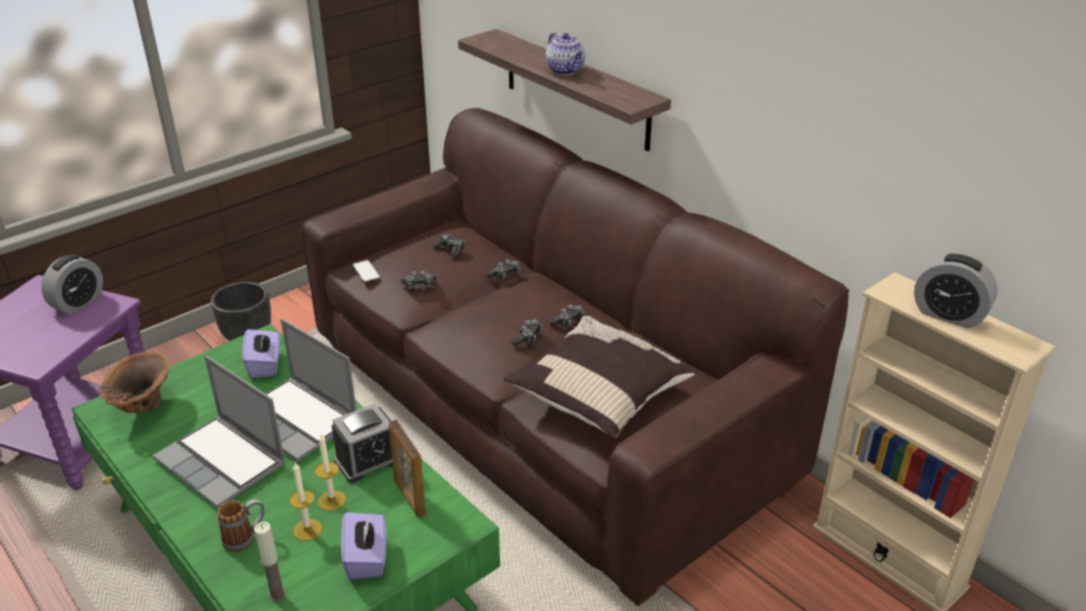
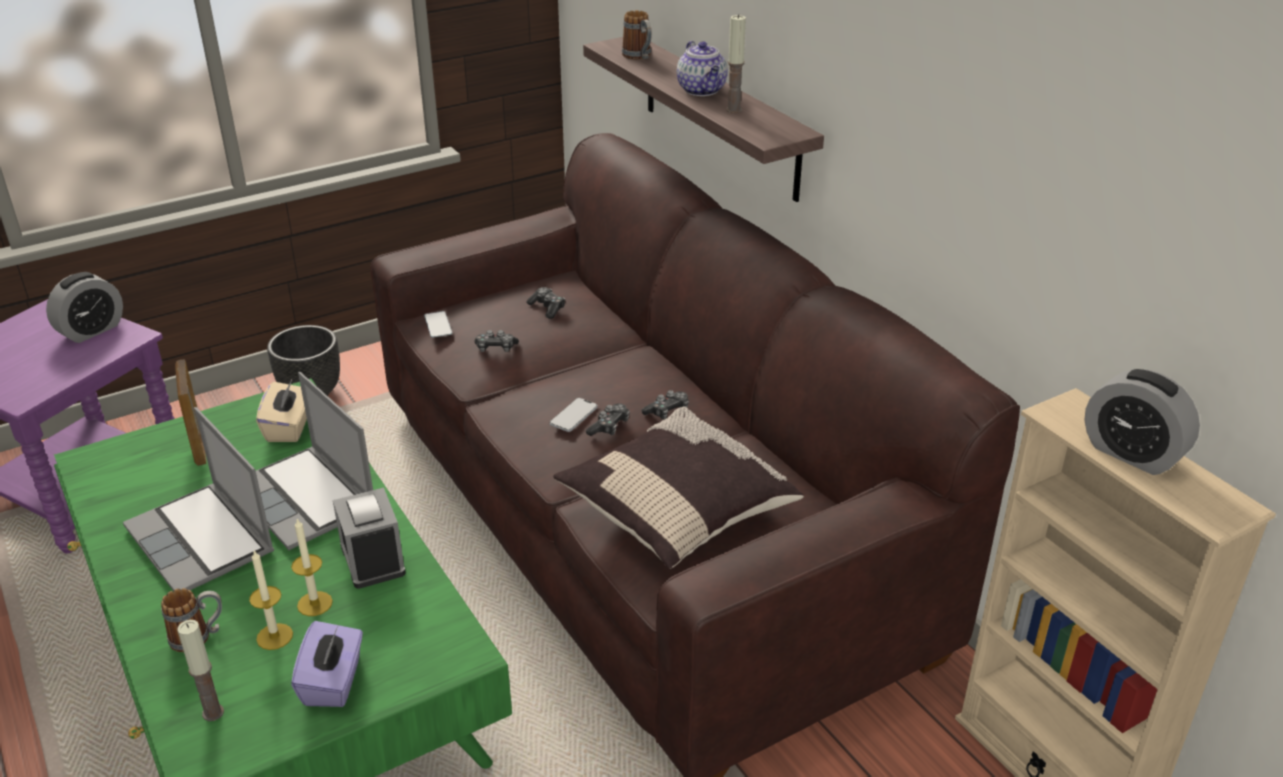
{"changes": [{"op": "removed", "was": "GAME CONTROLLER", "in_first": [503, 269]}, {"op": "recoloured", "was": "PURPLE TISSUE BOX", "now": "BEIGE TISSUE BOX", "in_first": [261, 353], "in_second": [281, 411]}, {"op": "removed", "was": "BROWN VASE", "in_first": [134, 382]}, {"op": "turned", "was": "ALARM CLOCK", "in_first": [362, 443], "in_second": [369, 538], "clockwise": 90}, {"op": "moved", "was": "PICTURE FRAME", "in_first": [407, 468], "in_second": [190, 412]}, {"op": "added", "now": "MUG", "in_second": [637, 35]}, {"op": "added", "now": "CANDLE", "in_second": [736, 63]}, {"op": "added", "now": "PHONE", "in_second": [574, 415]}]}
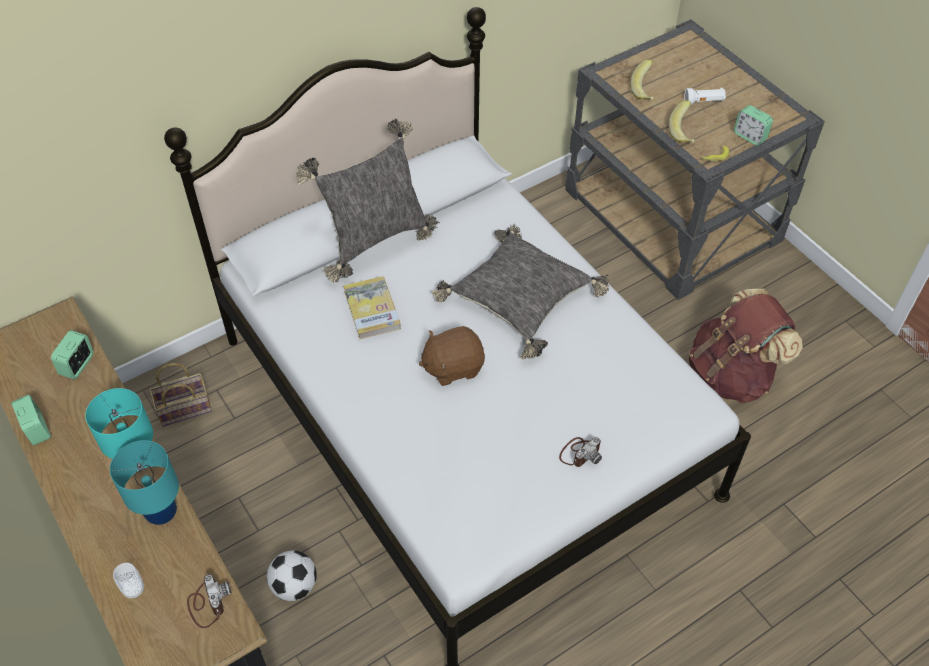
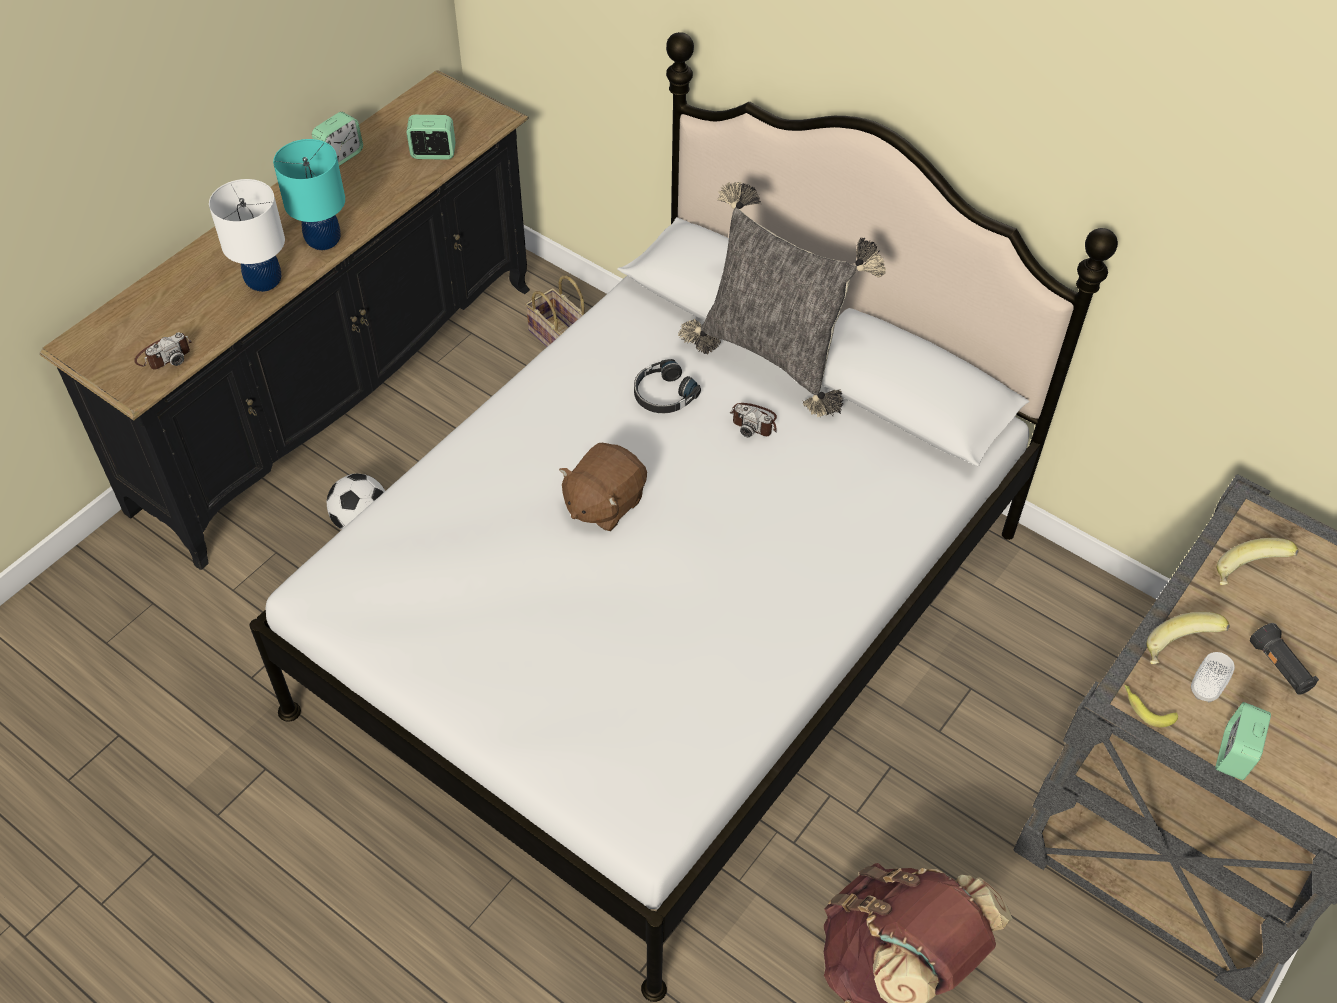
{"changes": [{"op": "recoloured", "was": "WHITE FLASHLIGHT", "now": "BLACK FLASHLIGHT", "in_first": [705, 96], "in_second": [1284, 659]}, {"op": "removed", "was": "PILLOW", "in_first": [521, 291]}, {"op": "replaced", "was": "BOOK", "now": "BLACK HEADPHONES", "in_first": [372, 307], "in_second": [667, 386]}, {"op": "turned", "was": "BROWN PLUSH TOY", "in_first": [452, 356], "in_second": [603, 487], "clockwise": -105}, {"op": "moved", "was": "PHOTO CAMERA", "in_first": [580, 452], "in_second": [753, 420]}, {"op": "recoloured", "was": "TURQUOISE TABLE LAMP", "now": "WHITE TABLE LAMP", "in_first": [144, 482], "in_second": [247, 235]}, {"op": "moved", "was": "CUP", "in_first": [128, 580], "in_second": [1213, 677]}]}
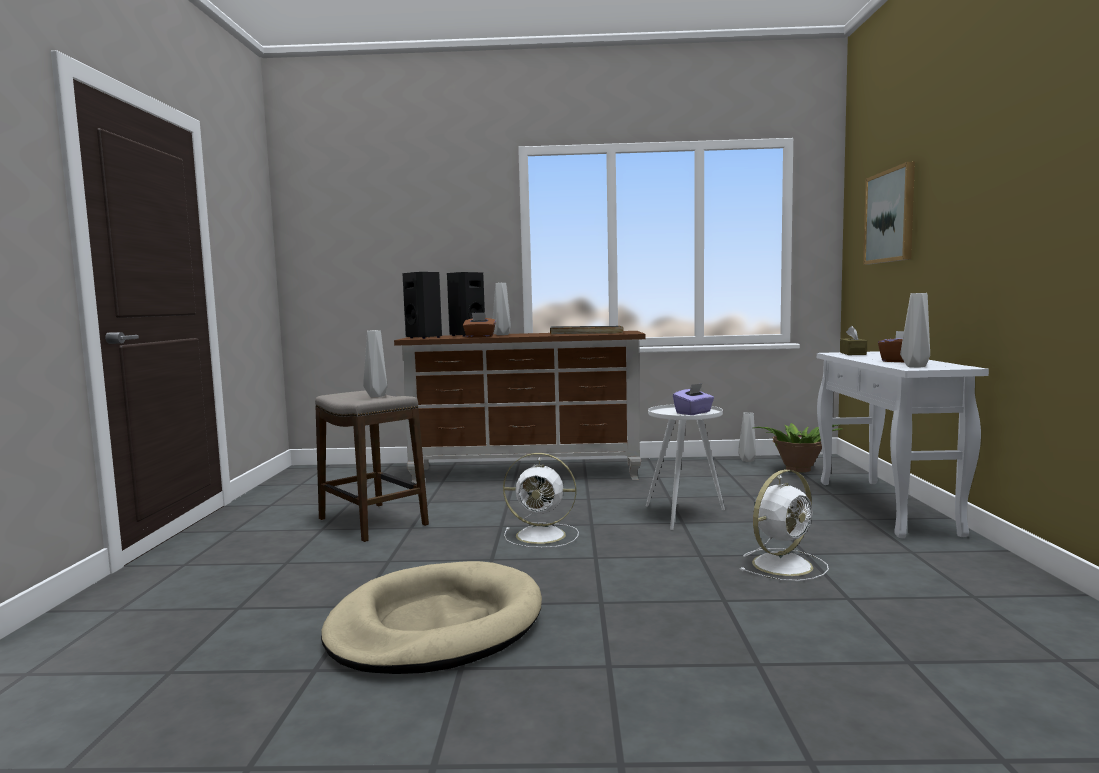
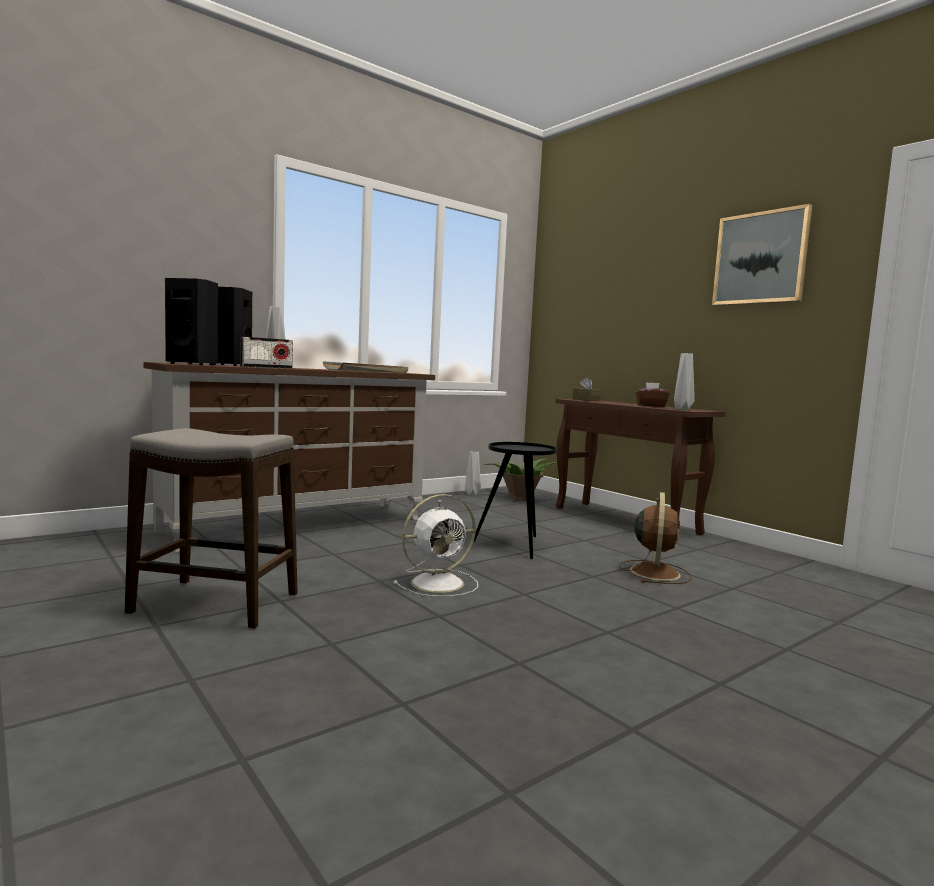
{"changes": [{"op": "moved", "was": "PICTURE", "in_first": [889, 213], "in_second": [762, 255]}, {"op": "replaced", "was": "BROWN TISSUE BOX", "now": "RADIO", "in_first": [479, 324], "in_second": [266, 353]}, {"op": "removed", "was": "GREY VASE", "in_first": [375, 363]}, {"op": "recoloured", "was": "WHITE CONSOLE TABLE", "now": "BROWN CONSOLE TABLE", "in_first": [903, 444], "in_second": [641, 468]}, {"op": "removed", "was": "PURPLE TISSUE BOX", "in_first": [693, 399]}, {"op": "recoloured", "was": "WHITE SIDE TABLE", "now": "BLACK SIDE TABLE", "in_first": [685, 467], "in_second": [515, 500]}, {"op": "recoloured", "was": "WHITE FAN", "now": "BROWN FAN", "in_first": [784, 525], "in_second": [655, 538]}, {"op": "removed", "was": "BEIGE DOG BED", "in_first": [431, 617]}]}
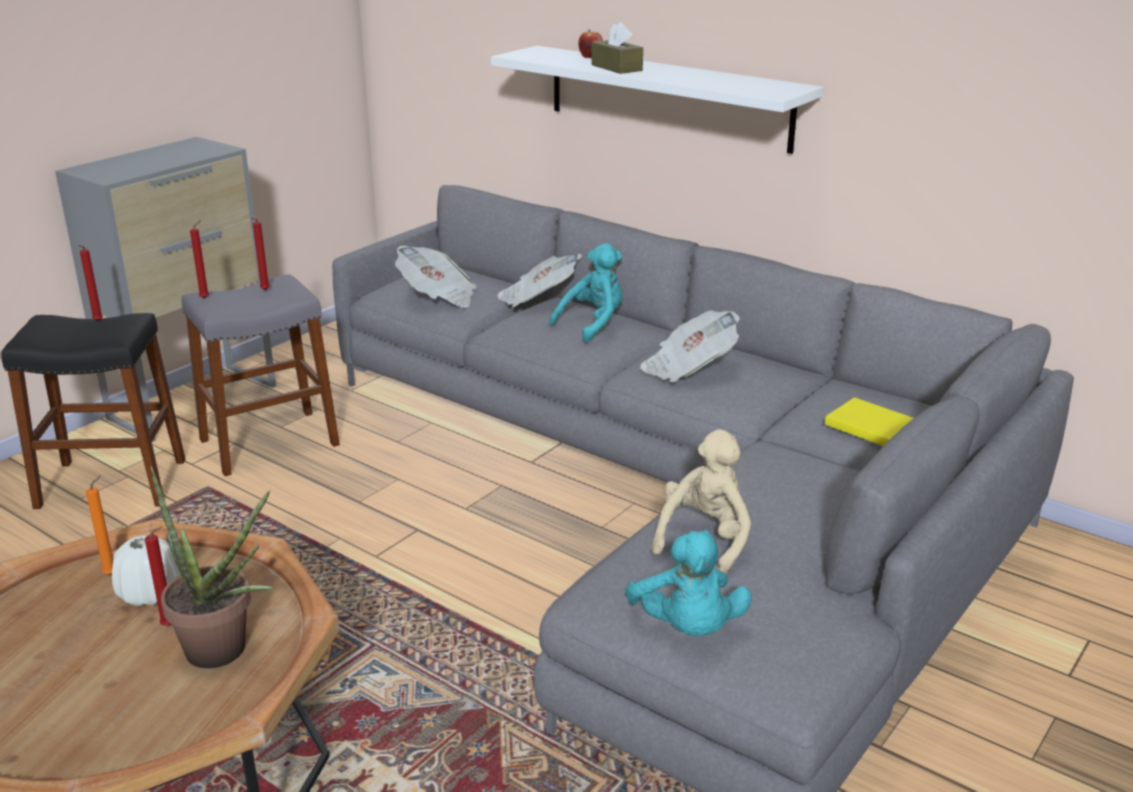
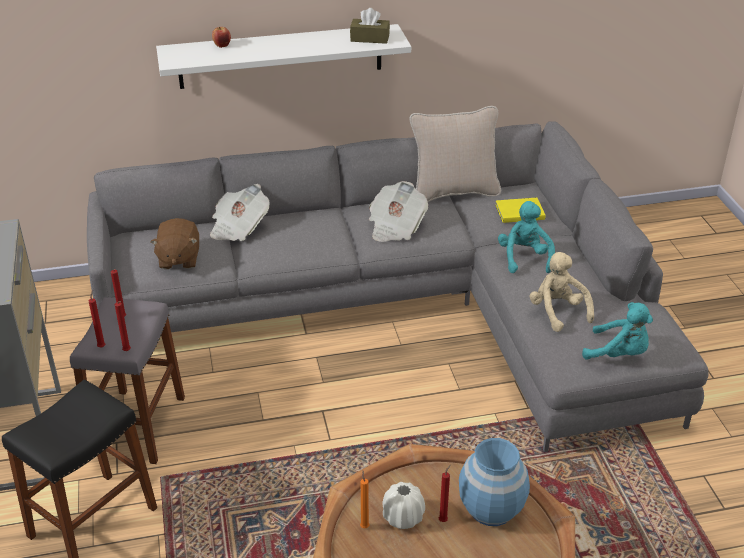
{"changes": [{"op": "moved", "was": "BROWN TISSUE BOX", "in_first": [617, 48], "in_second": [370, 26]}, {"op": "moved", "was": "TURQUOISE PLUSH TOY", "in_first": [586, 292], "in_second": [526, 237]}, {"op": "moved", "was": "RED CANDLE", "in_first": [90, 283], "in_second": [123, 326]}, {"op": "replaced", "was": "NEWSPAPER", "now": "BROWN PLUSH TOY", "in_first": [435, 276], "in_second": [174, 243]}, {"op": "replaced", "was": "POTTED PLANT", "now": "BLUE VASE", "in_first": [211, 567], "in_second": [494, 482]}, {"op": "added", "now": "BEIGE PILLOW", "in_second": [455, 154]}]}
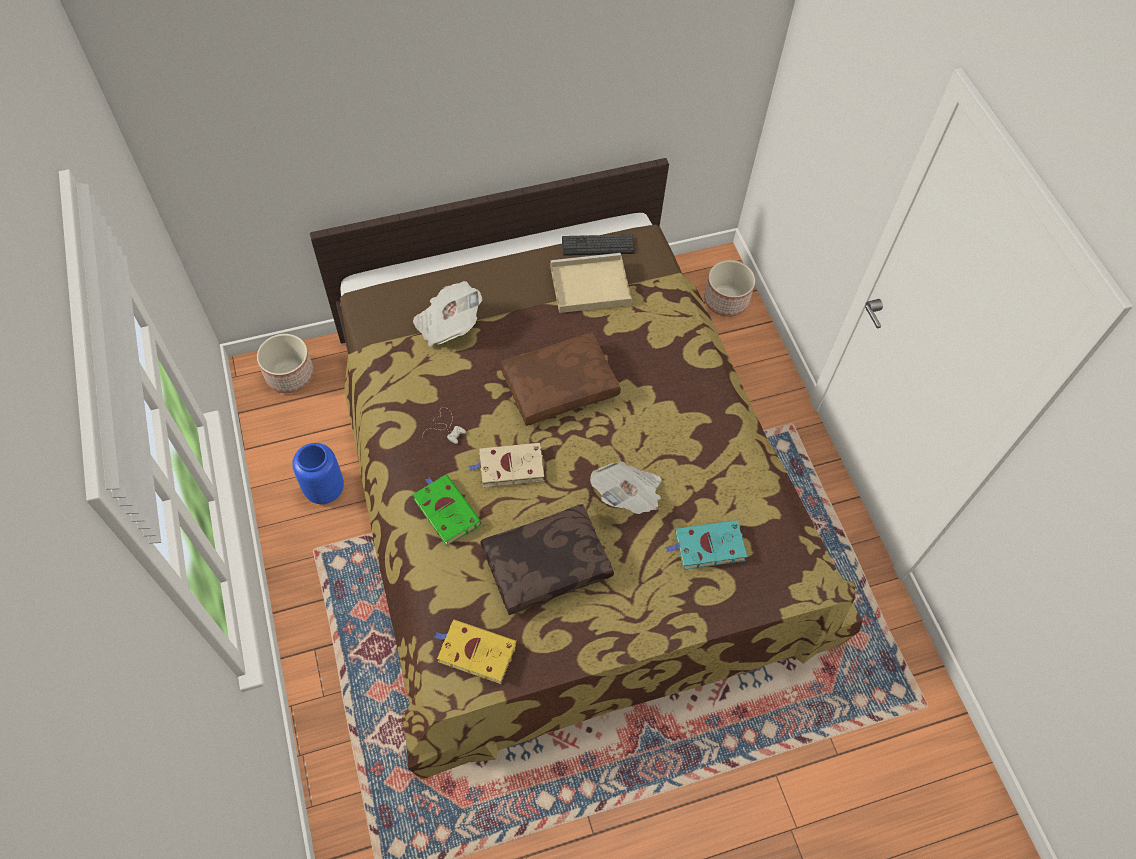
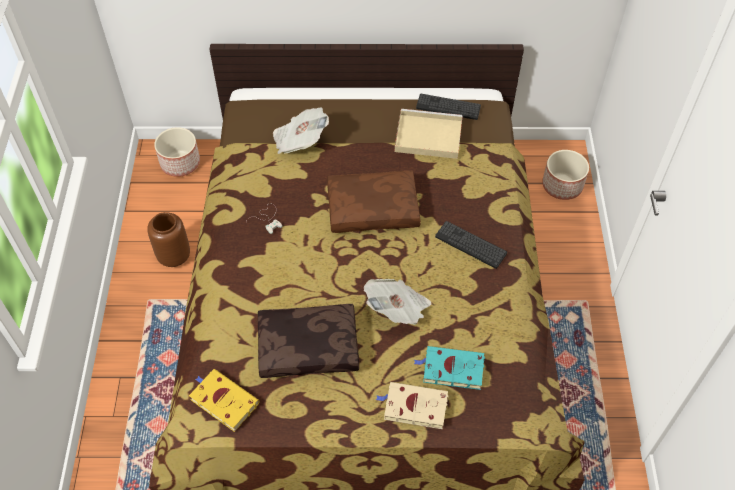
{"changes": [{"op": "recoloured", "was": "BLUE VASE", "now": "BROWN VASE", "in_first": [318, 473], "in_second": [168, 239]}, {"op": "moved", "was": "BEIGE BOOK", "in_first": [506, 465], "in_second": [412, 405]}, {"op": "removed", "was": "GREEN BOOK", "in_first": [447, 510]}, {"op": "added", "now": "KEYBOARD", "in_second": [471, 245]}]}
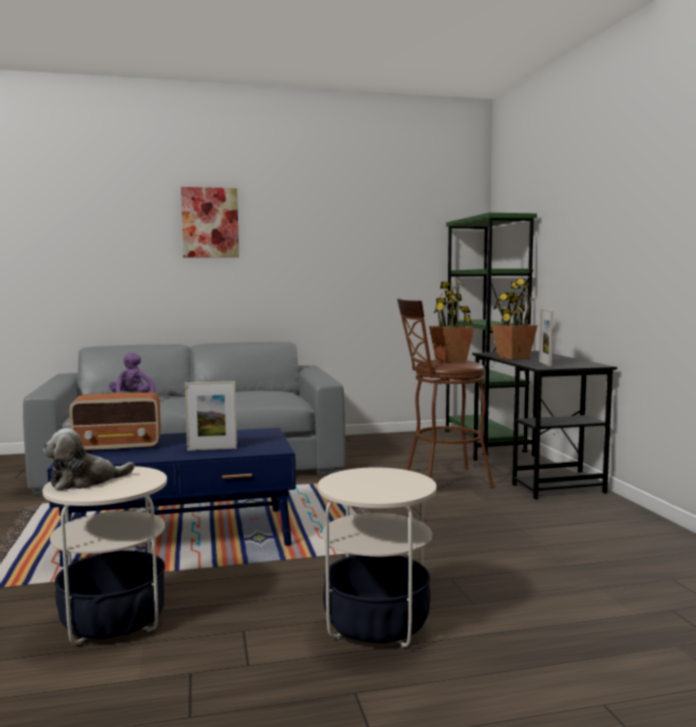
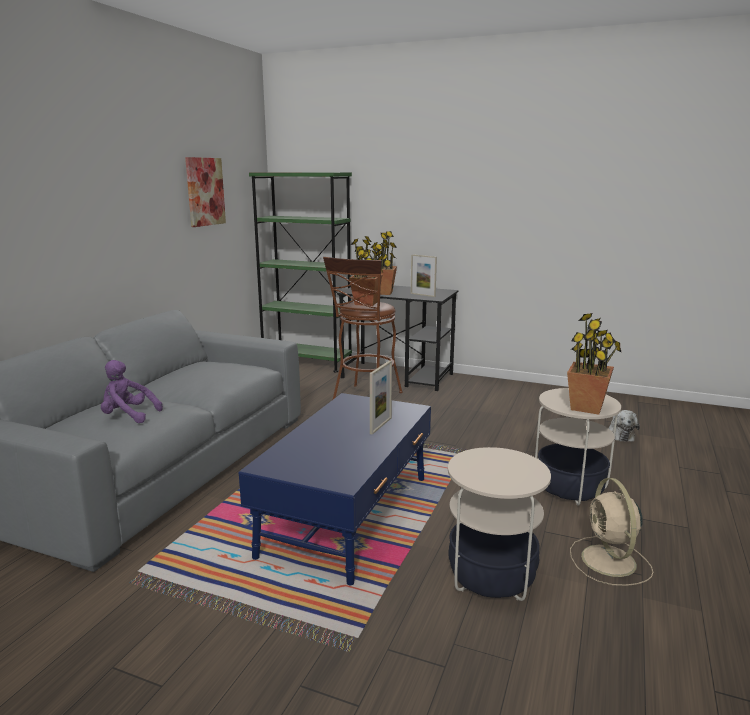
{"changes": [{"op": "moved", "was": "PICTURE", "in_first": [210, 222], "in_second": [205, 192]}, {"op": "removed", "was": "RADIO", "in_first": [115, 421]}, {"op": "moved", "was": "PLUSH TOY", "in_first": [89, 459], "in_second": [624, 426]}, {"op": "added", "now": "POTTED PLANT", "in_second": [594, 364]}, {"op": "added", "now": "BEIGE FAN", "in_second": [611, 532]}]}
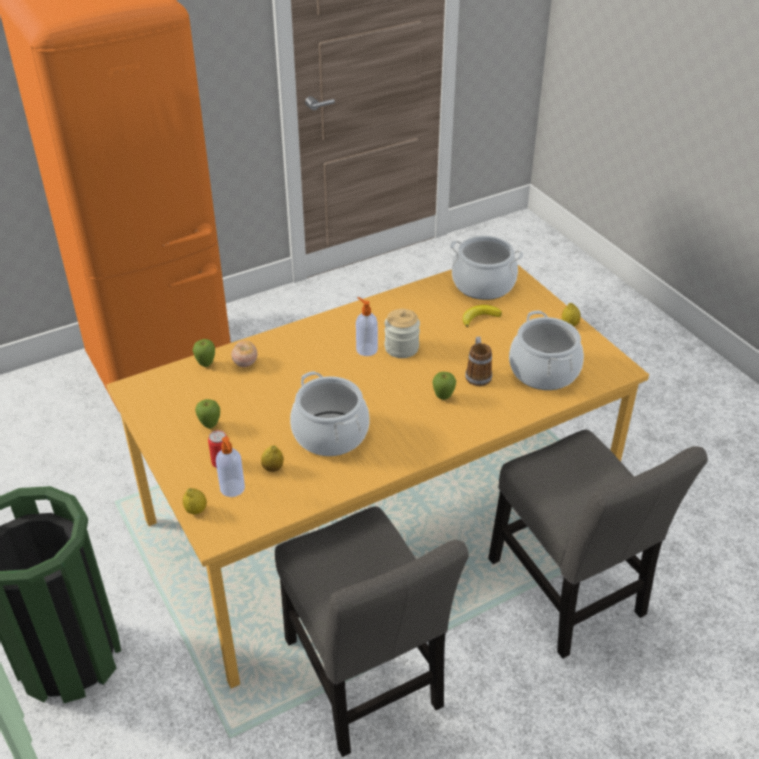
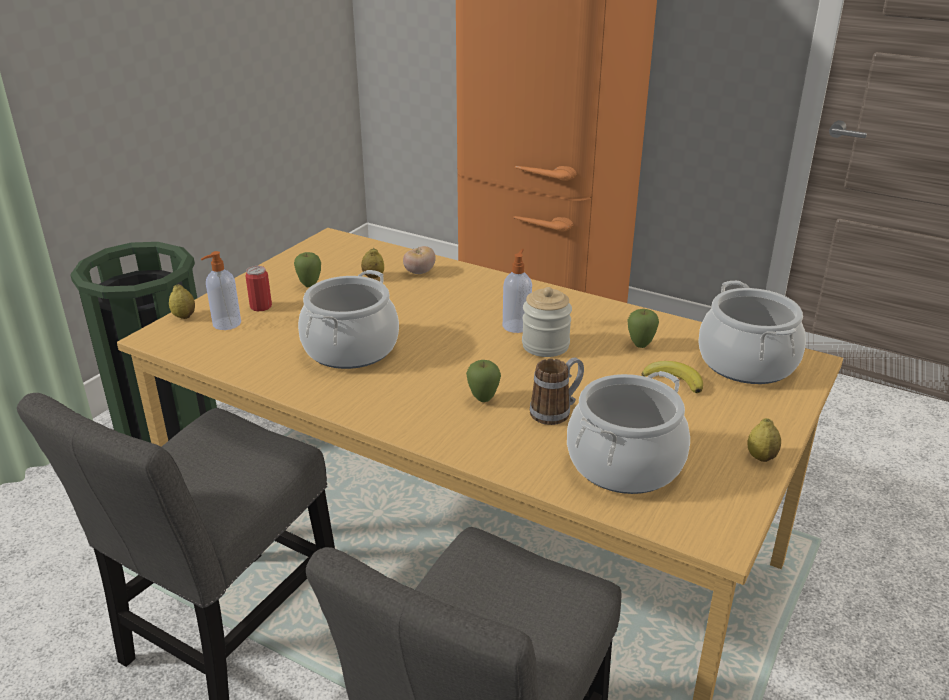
{"changes": [{"op": "moved", "was": "APPLE", "in_first": [204, 353], "in_second": [643, 328]}, {"op": "moved", "was": "LEMON", "in_first": [272, 458], "in_second": [372, 263]}]}
